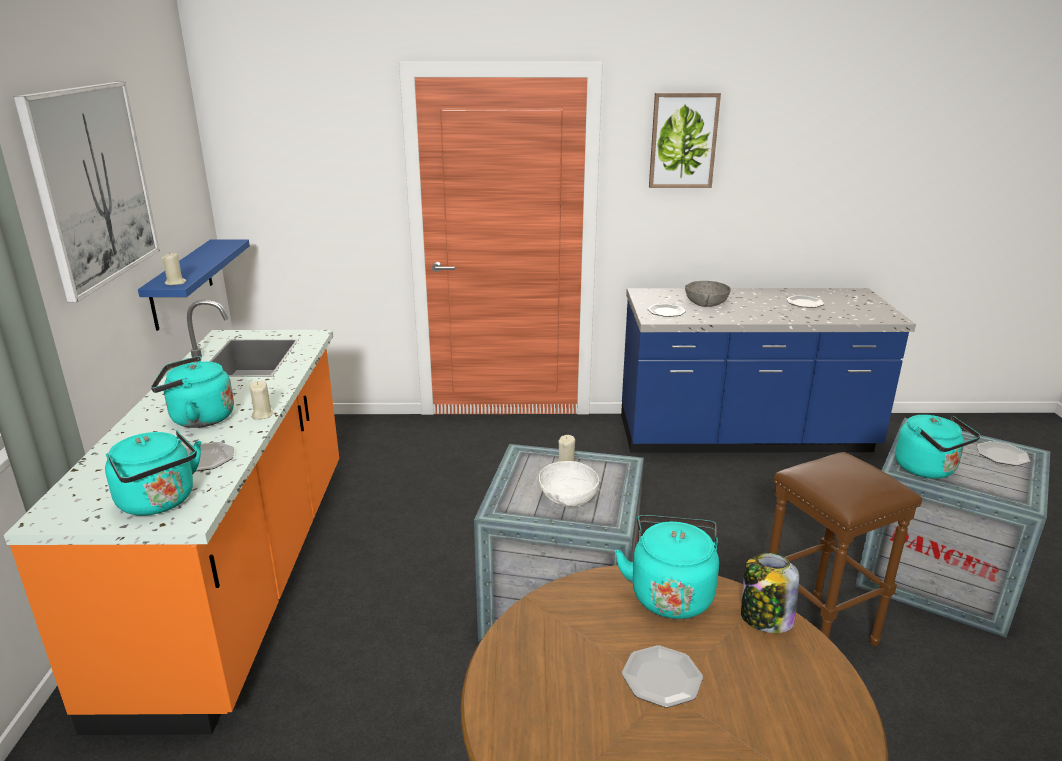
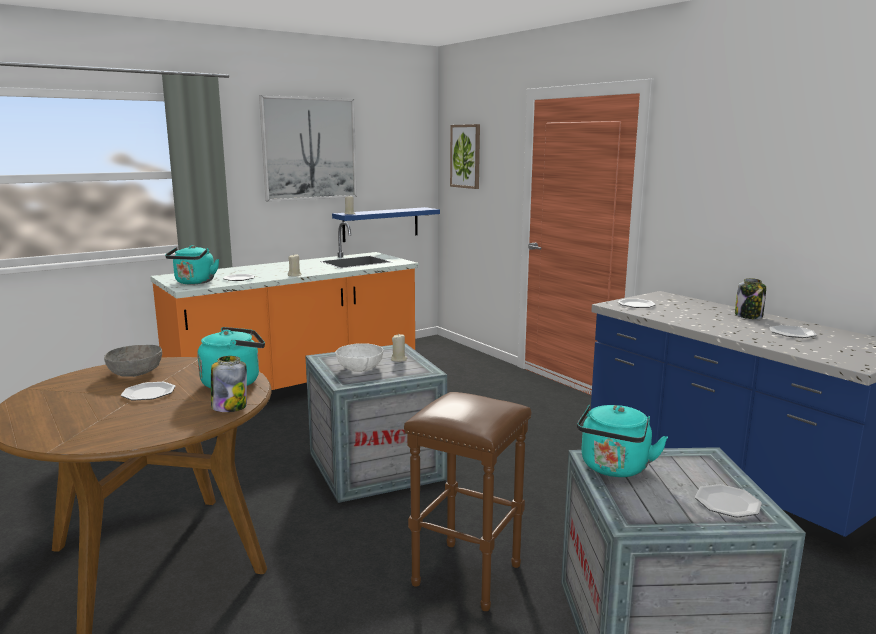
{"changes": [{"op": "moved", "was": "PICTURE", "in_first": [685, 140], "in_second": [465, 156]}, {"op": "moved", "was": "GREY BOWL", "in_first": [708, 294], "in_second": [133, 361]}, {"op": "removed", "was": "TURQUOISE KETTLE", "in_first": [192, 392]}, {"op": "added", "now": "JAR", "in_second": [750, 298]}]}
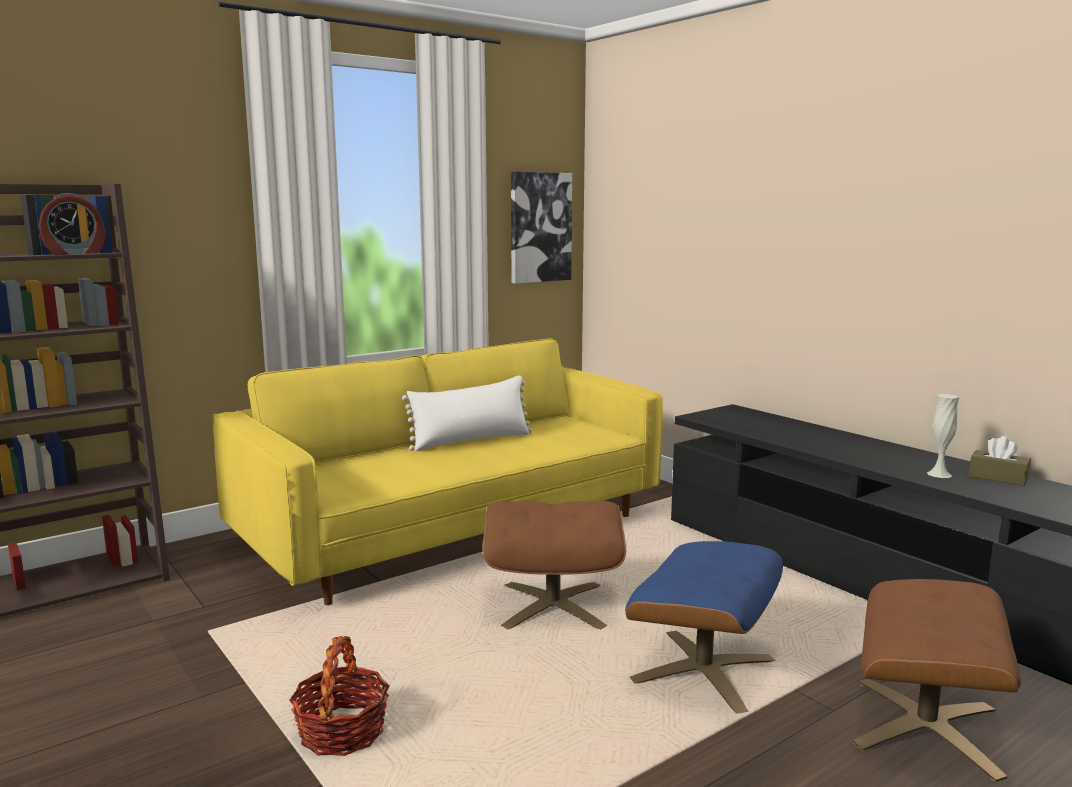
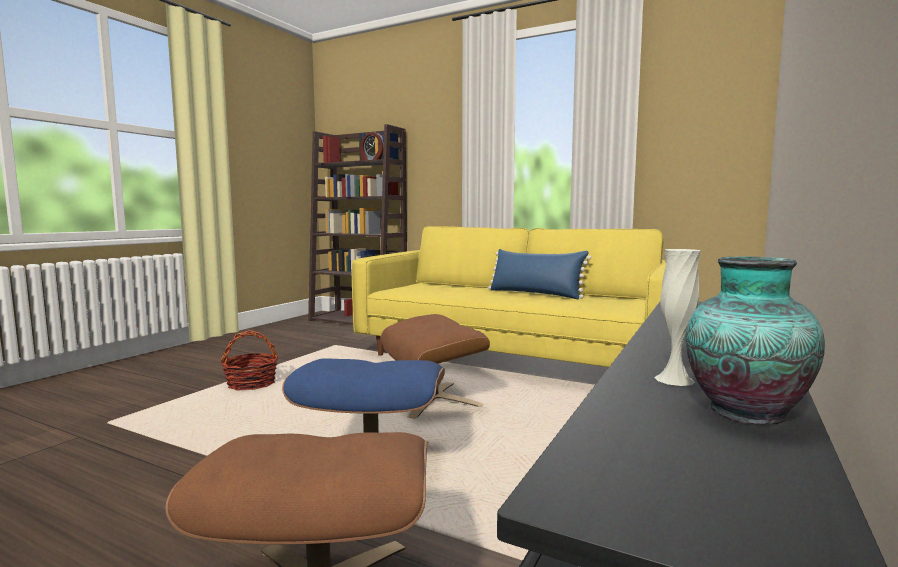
{"changes": [{"op": "removed", "was": "PICTURE", "in_first": [541, 228]}, {"op": "recoloured", "was": "WHITE PILLOW", "now": "BLUE PILLOW", "in_first": [467, 413], "in_second": [539, 274]}, {"op": "replaced", "was": "BROWN TISSUE BOX", "now": "VASE", "in_first": [1000, 461], "in_second": [755, 340]}]}
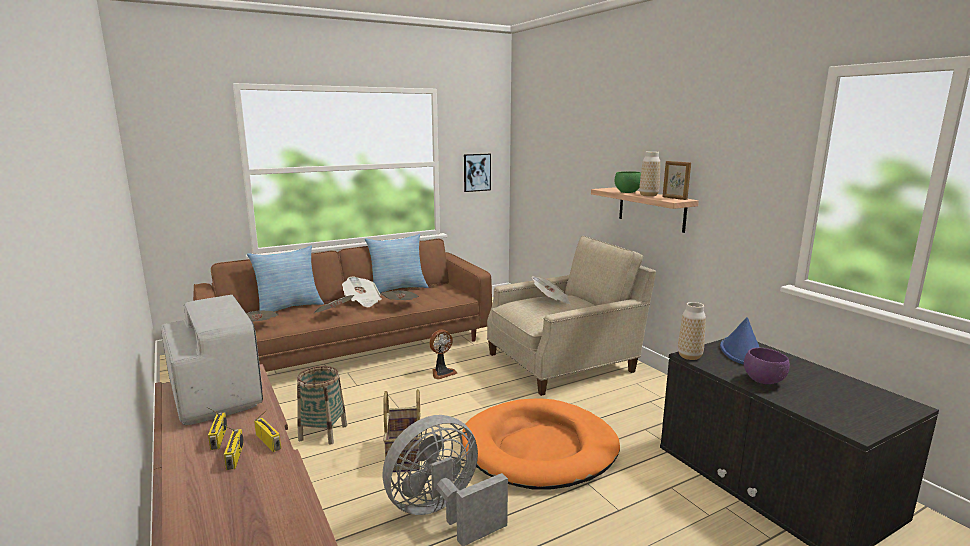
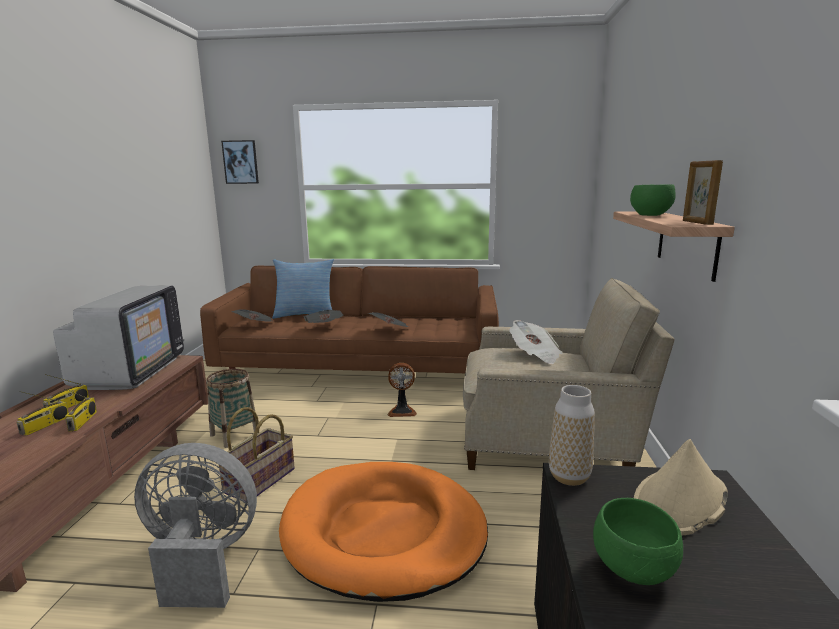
{"changes": [{"op": "removed", "was": "VASE", "in_first": [649, 174]}, {"op": "moved", "was": "PICTURE", "in_first": [477, 173], "in_second": [240, 162]}, {"op": "removed", "was": "PILLOW", "in_first": [396, 263]}, {"op": "removed", "was": "NEWSPAPER", "in_first": [362, 292]}, {"op": "recoloured", "was": "BLUE HAT", "now": "BEIGE HAT", "in_first": [740, 341], "in_second": [681, 487]}, {"op": "recoloured", "was": "PURPLE BOWL", "now": "GREEN BOWL", "in_first": [767, 366], "in_second": [638, 541]}]}
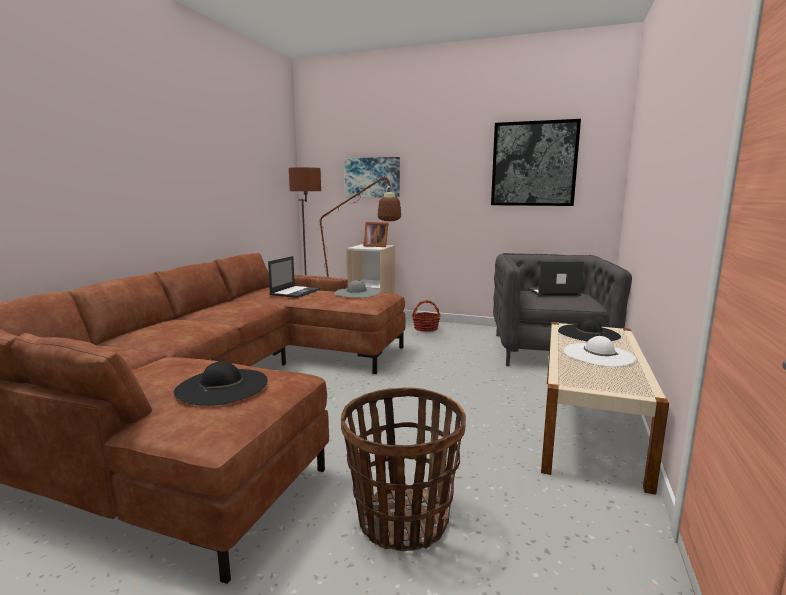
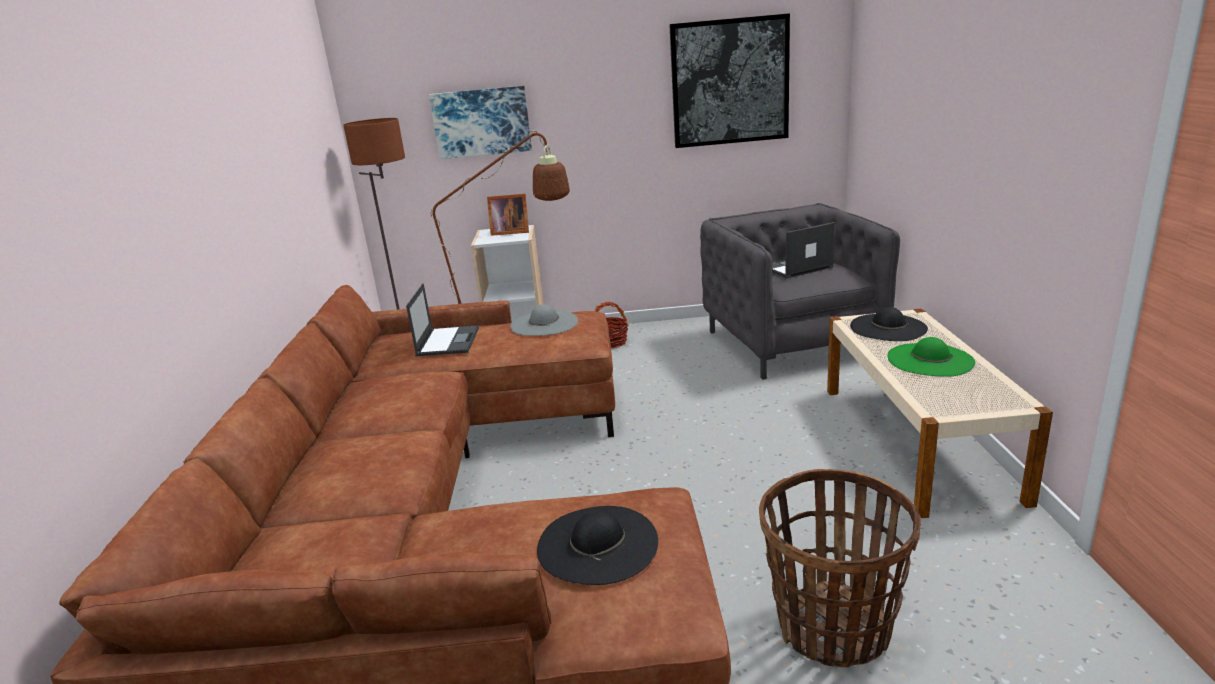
{"changes": [{"op": "recoloured", "was": "WHITE HAT", "now": "GREEN HAT", "in_first": [600, 351], "in_second": [931, 357]}]}
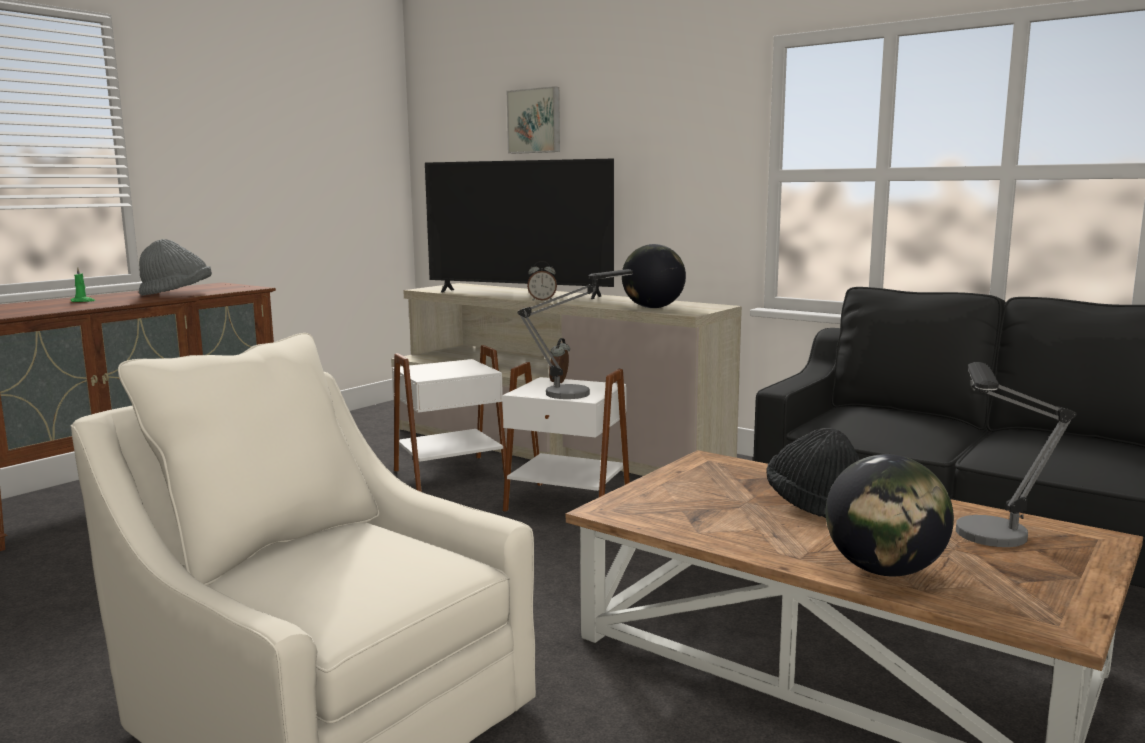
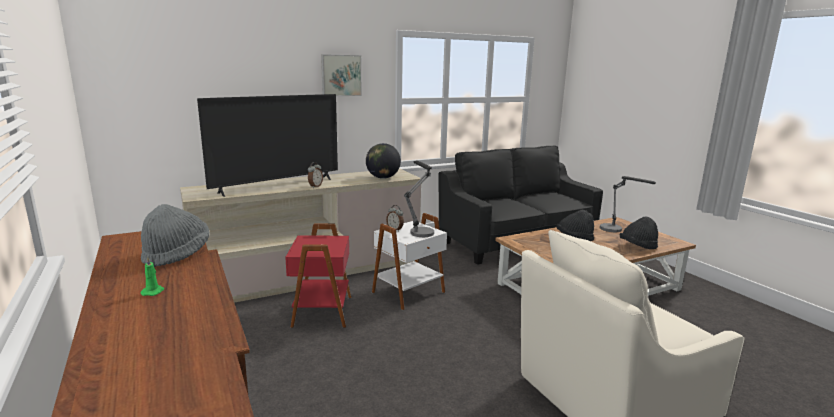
{"changes": [{"op": "moved", "was": "PICTURE", "in_first": [533, 120], "in_second": [341, 75]}, {"op": "recoloured", "was": "WHITE SIDE TABLE", "now": "RED SIDE TABLE", "in_first": [449, 418], "in_second": [318, 275]}, {"op": "replaced", "was": "GLOBE", "now": "BLACK HAT", "in_first": [890, 515], "in_second": [638, 233]}]}
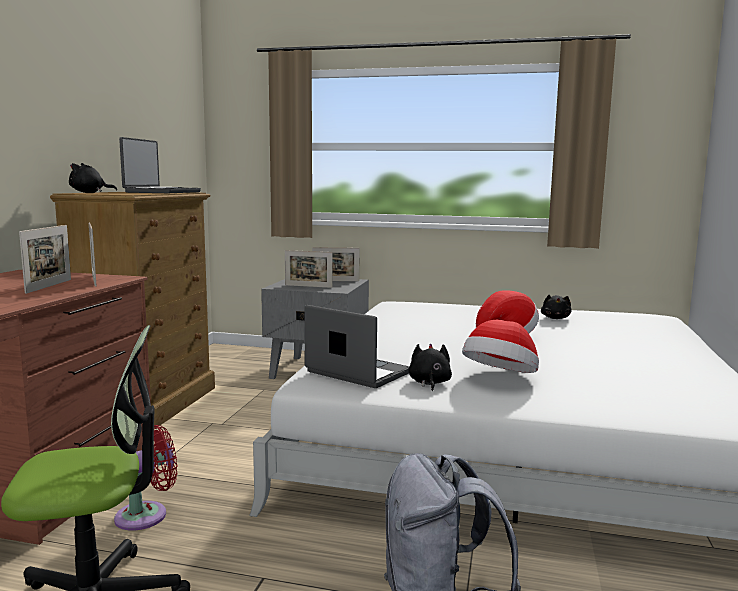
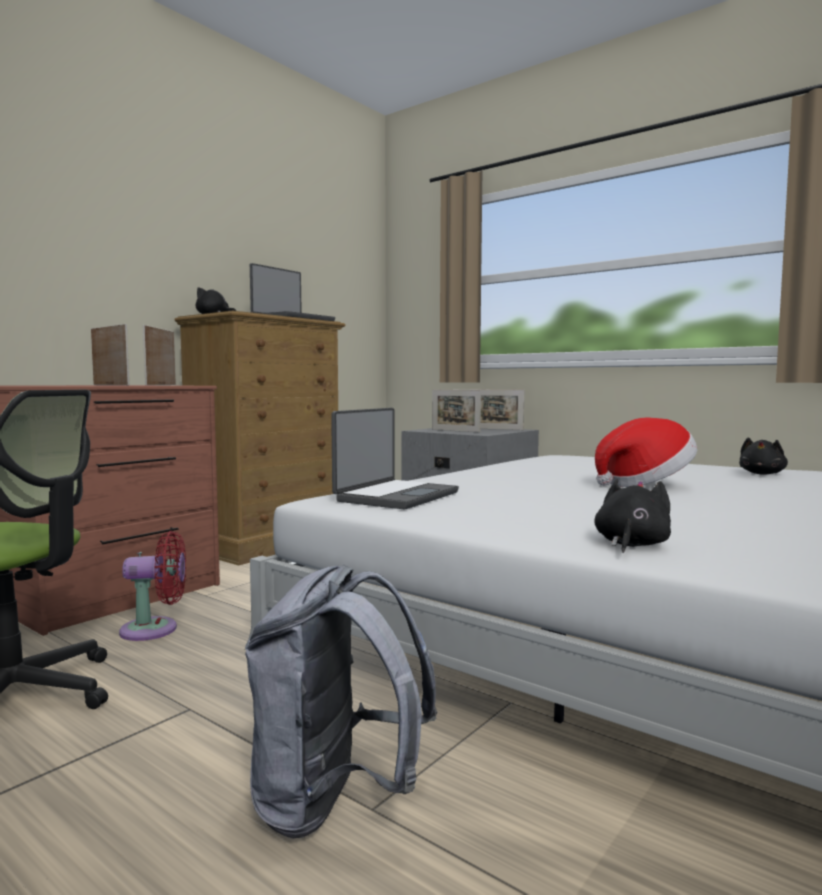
{"changes": [{"op": "turned", "was": "PICTURE FRAME", "in_first": [45, 259], "in_second": [110, 354], "clockwise": -75}, {"op": "turned", "was": "LAPTOP", "in_first": [356, 346], "in_second": [395, 458], "clockwise": 60}, {"op": "removed", "was": "HAT", "in_first": [500, 346]}, {"op": "moved", "was": "BLACK PLUSH TOY", "in_first": [430, 367], "in_second": [632, 516]}]}
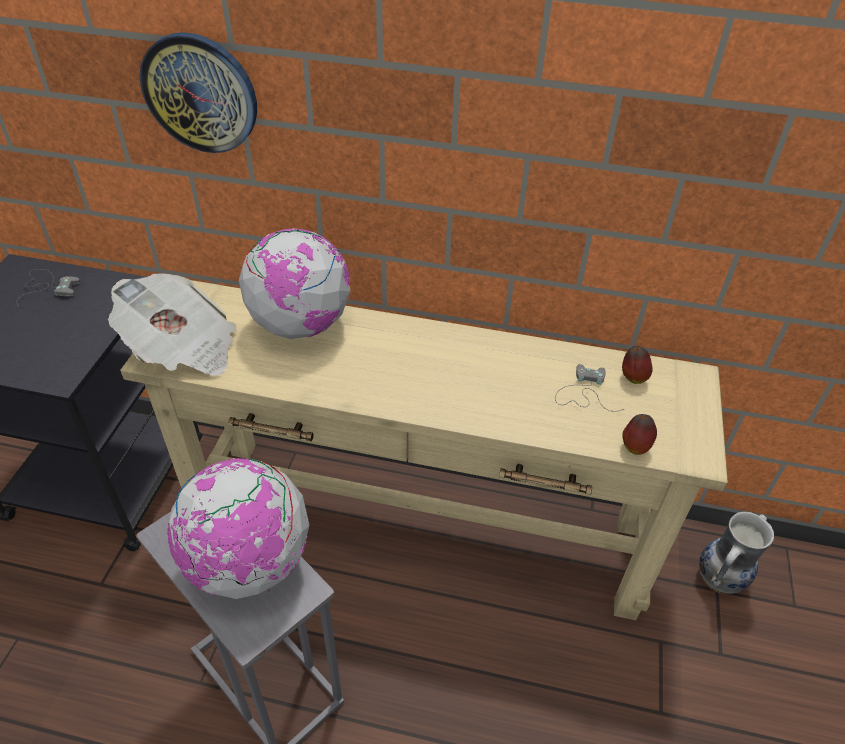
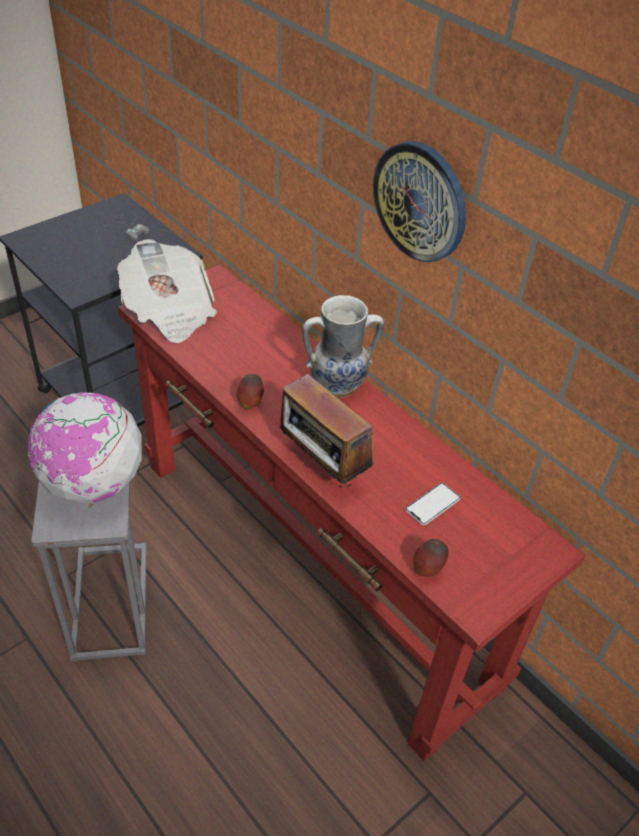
{"changes": [{"op": "moved", "was": "WALL CLOCK", "in_first": [198, 92], "in_second": [419, 201]}, {"op": "removed", "was": "GLOBE", "in_first": [294, 283]}, {"op": "recoloured", "was": "BEIGE CONSOLE TABLE", "now": "RED CONSOLE TABLE", "in_first": [424, 450], "in_second": [352, 512]}, {"op": "moved", "was": "APPLE", "in_first": [637, 365], "in_second": [250, 391]}, {"op": "replaced", "was": "GREY GAME CONTROLLER", "now": "PHONE", "in_first": [589, 388], "in_second": [432, 504]}, {"op": "moved", "was": "VASE", "in_first": [736, 553], "in_second": [343, 346]}, {"op": "added", "now": "RADIO", "in_second": [326, 431]}]}
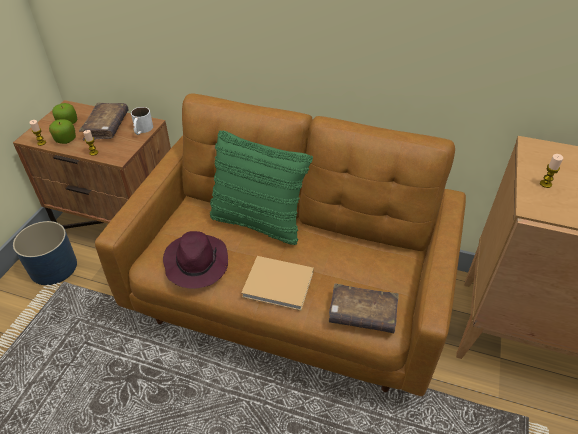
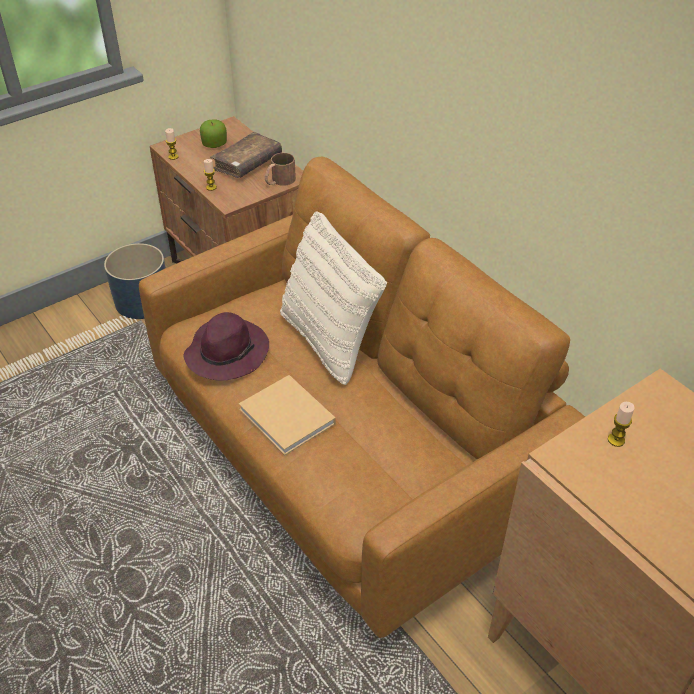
{"changes": [{"op": "recoloured", "was": "WHITE MUG", "now": "BROWN MUG", "in_first": [142, 121], "in_second": [280, 169]}, {"op": "removed", "was": "APPLE", "in_first": [62, 131]}, {"op": "recoloured", "was": "GREEN PILLOW", "now": "BEIGE PILLOW", "in_first": [261, 187], "in_second": [333, 298]}, {"op": "removed", "was": "BROWN BOOK", "in_first": [364, 308]}]}
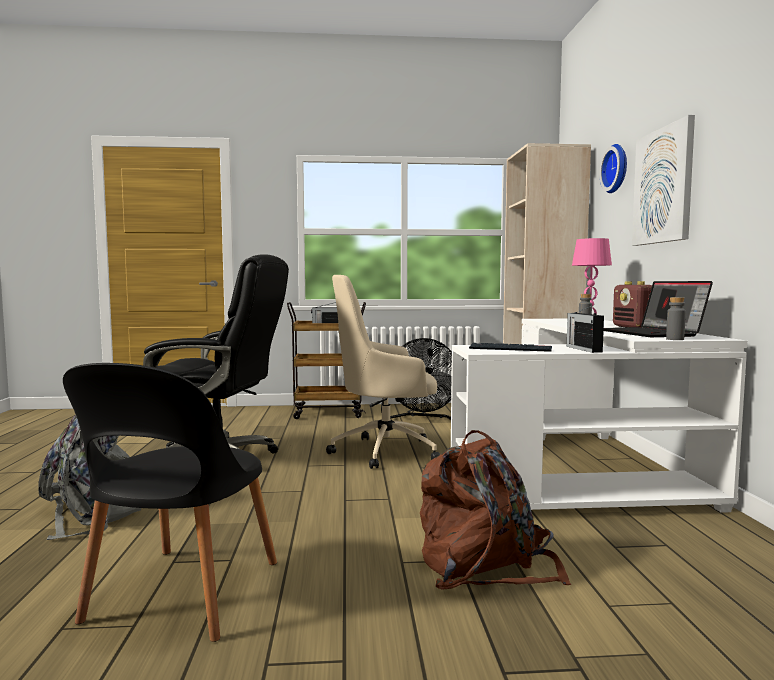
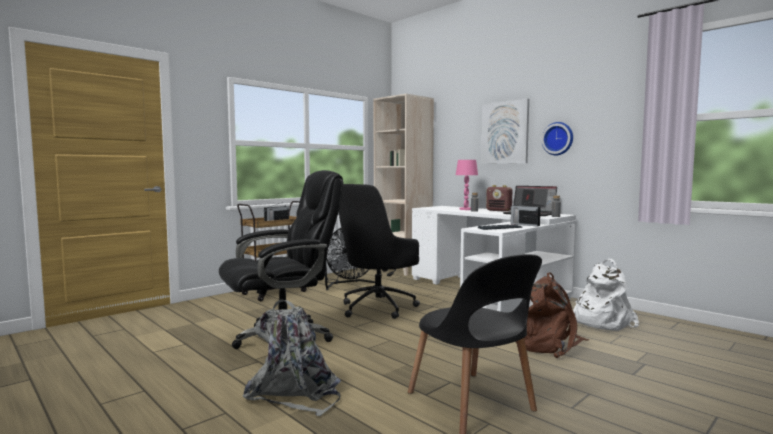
{"changes": [{"op": "moved", "was": "WALL CLOCK", "in_first": [613, 168], "in_second": [557, 139]}, {"op": "recoloured", "was": "BEIGE OFFICE CHAIR", "now": "BLACK OFFICE CHAIR", "in_first": [383, 372], "in_second": [379, 251]}, {"op": "added", "now": "WHITE BACKPACK", "in_second": [606, 295]}]}
